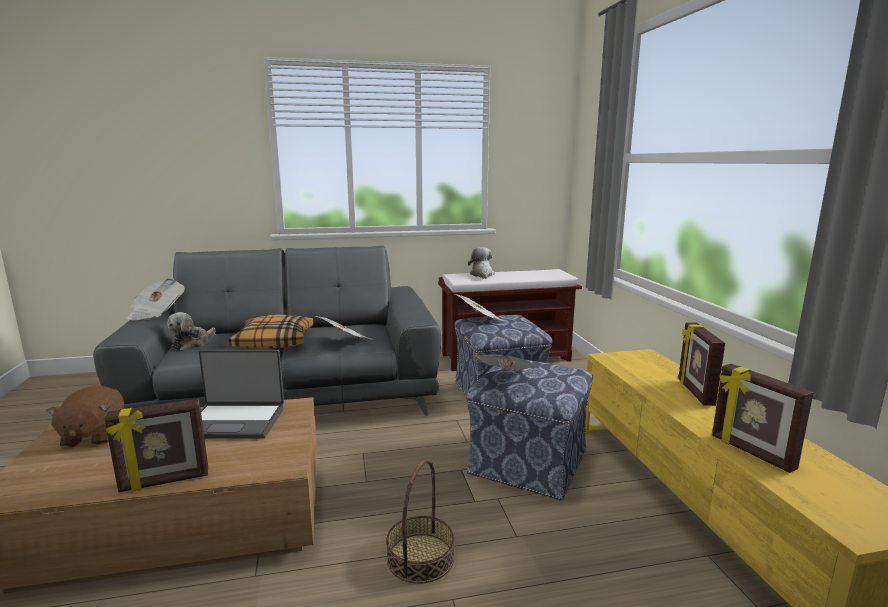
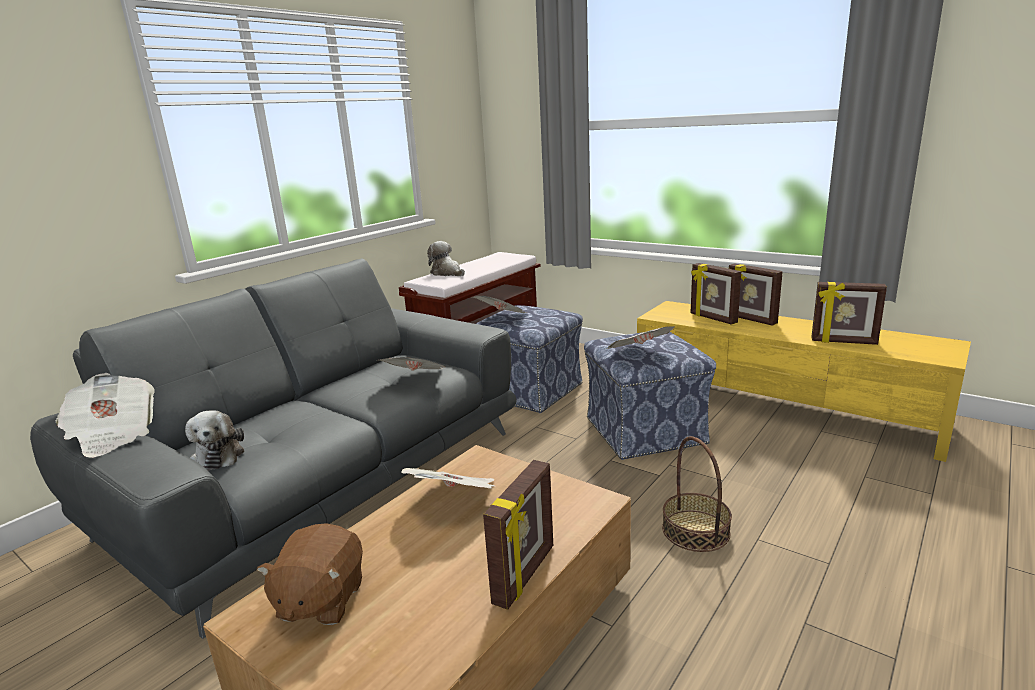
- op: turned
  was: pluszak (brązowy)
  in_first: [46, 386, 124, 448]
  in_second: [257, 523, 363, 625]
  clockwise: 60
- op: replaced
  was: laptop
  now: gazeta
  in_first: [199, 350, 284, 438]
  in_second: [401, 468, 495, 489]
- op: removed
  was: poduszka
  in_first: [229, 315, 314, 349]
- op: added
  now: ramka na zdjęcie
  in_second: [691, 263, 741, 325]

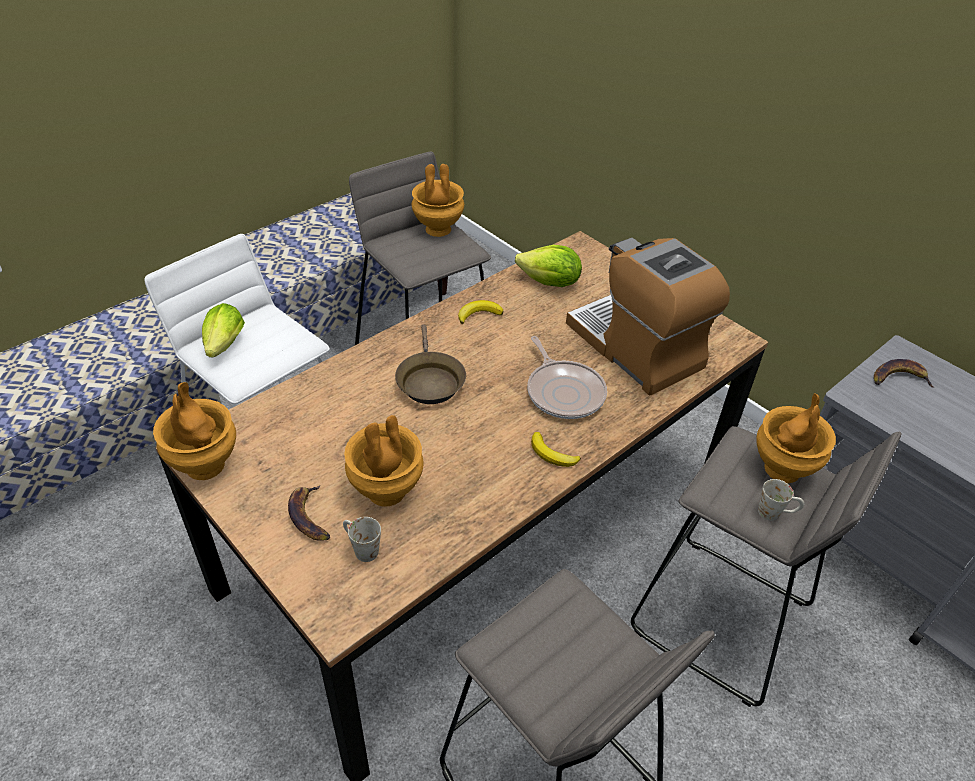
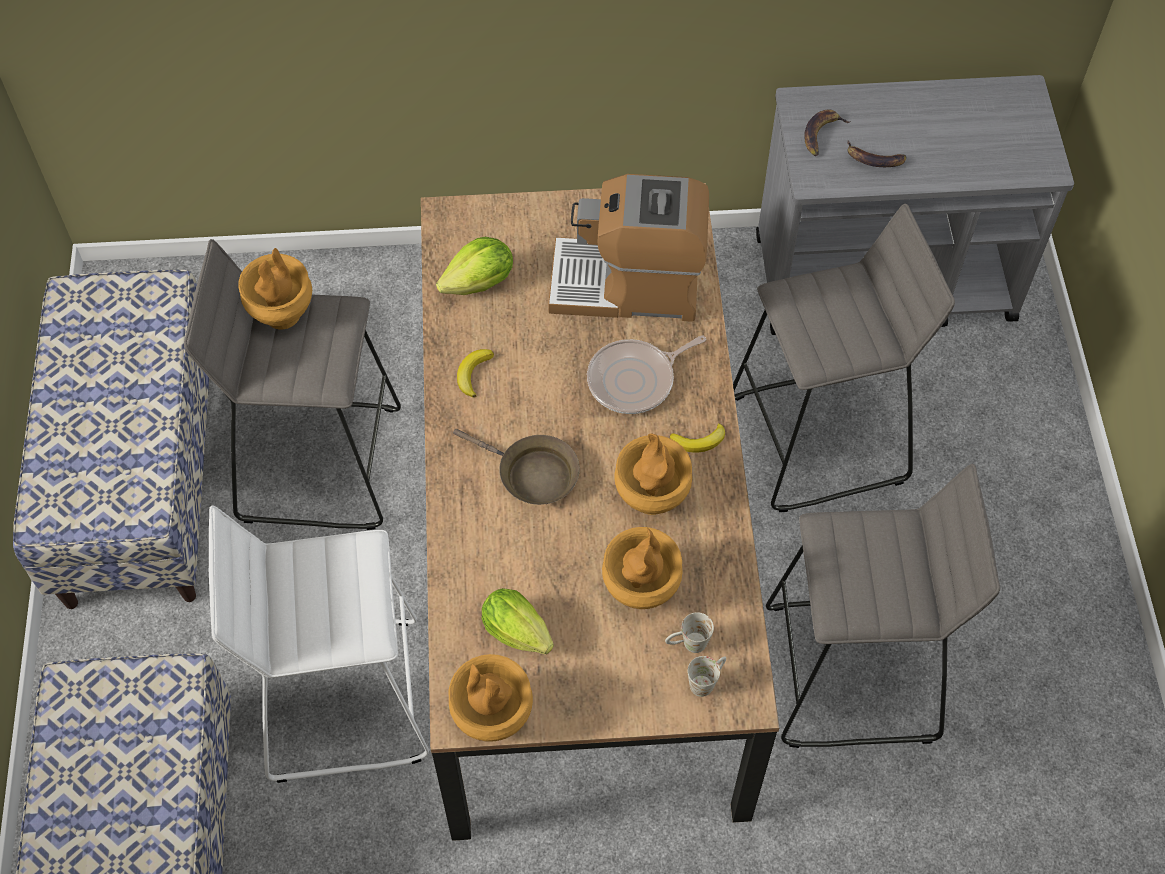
- op: moved
  was: sałata
  in_first: [202, 303, 245, 357]
  in_second: [482, 588, 554, 654]
- op: moved
  was: banan
  in_first: [288, 485, 330, 541]
  in_second: [847, 141, 906, 167]
- op: turned
  was: patelnia
  in_first: [527, 336, 607, 419]
  in_second: [587, 336, 706, 414]
  clockwise: 135
- op: moved
  was: wazon (brązowy)
  in_first: [756, 393, 836, 483]
  in_second: [614, 434, 692, 515]
- op: moved
  was: kubek (biały)
  in_first: [758, 479, 804, 521]
  in_second: [687, 656, 726, 697]

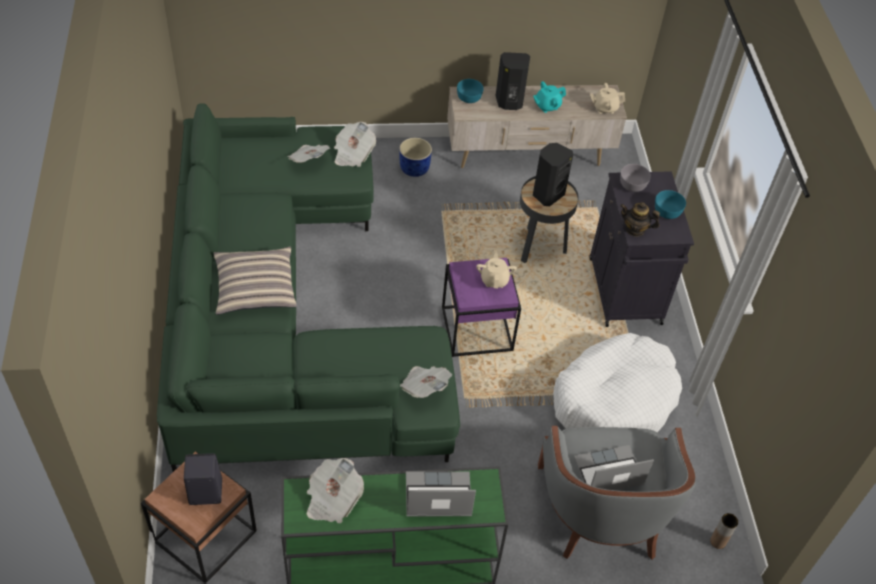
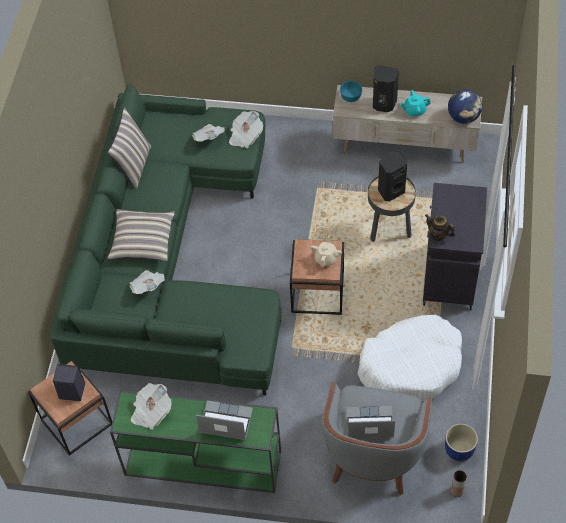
- op: moved
  was: donica (niebieski)
  in_first: [399, 138, 432, 177]
  in_second: [445, 423, 478, 461]
- op: moved
  was: gazeta
  in_first: [400, 366, 452, 398]
  in_second: [129, 270, 165, 294]
- op: recoloured
  was: stolik (fioletowy)
  now: stolik (brązowy)
  in_first: [442, 258, 521, 357]
  in_second: [290, 239, 344, 315]
- op: replaced
  was: imbryk (beżowy)
  now: globus
  in_first: [590, 83, 625, 114]
  in_second: [448, 89, 482, 124]
- op: removed
  was: miska (szary)
  in_first: [620, 164, 651, 192]
- op: removed
  was: miska (turkusowy)
  in_first: [655, 190, 686, 219]
- op: added
  now: poduszka
  in_second: [108, 107, 151, 189]

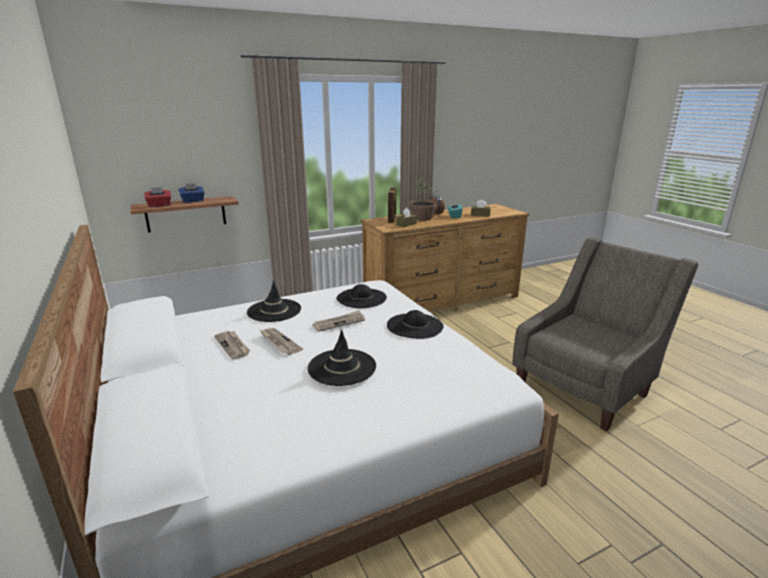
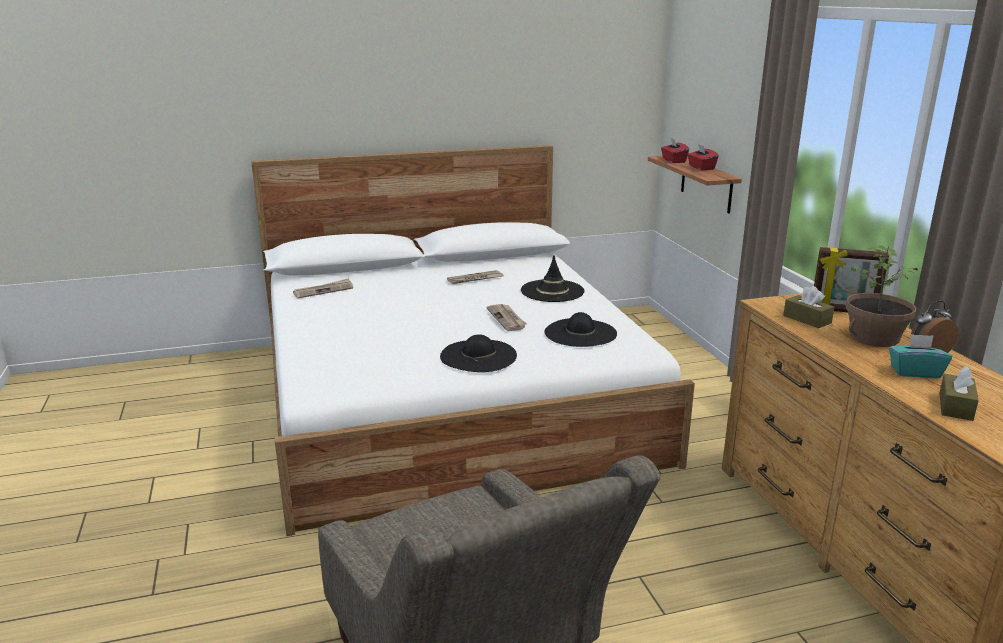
- op: recoloured
  was: pudełko chusteczek (niebieski)
  now: pudełko chusteczek (czerwony)
  in_first: [178, 183, 205, 203]
  in_second: [688, 144, 719, 170]
- op: moved
  was: gazeta
  in_first: [260, 328, 303, 355]
  in_second: [293, 278, 353, 298]
- op: removed
  was: kapelusz (czarny)
  in_first: [308, 329, 376, 386]

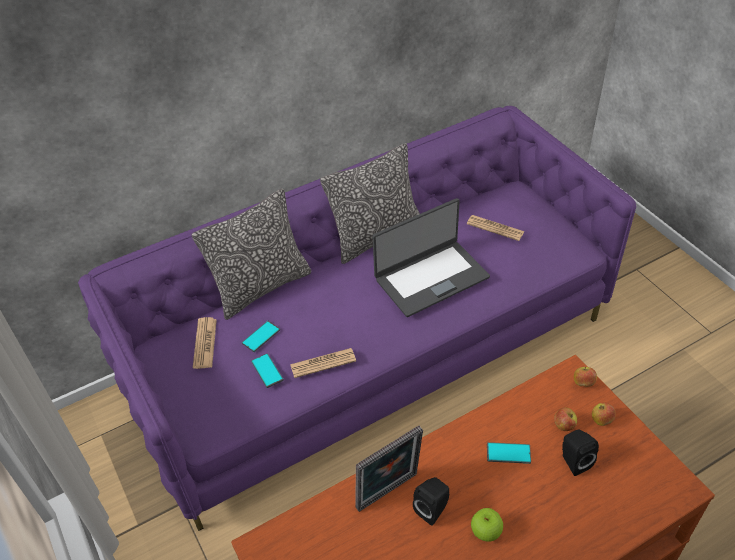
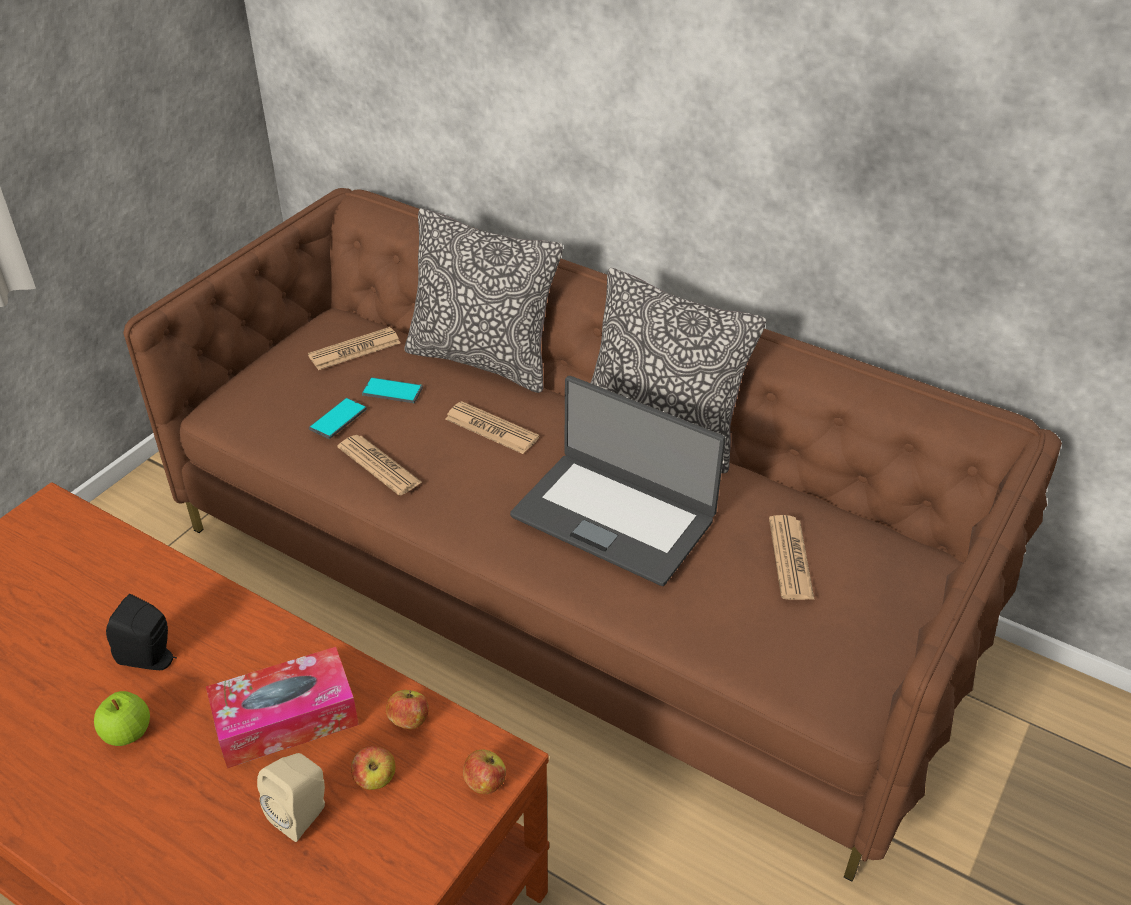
- op: recoloured
  was: kanapa (fioletowy)
  now: kanapa (brązowy)
  in_first: [78, 106, 636, 531]
  in_second: [123, 188, 1062, 882]
- op: removed
  was: ramka na zdjęcie
  in_first: [355, 426, 423, 512]
- op: replaced
  was: telefon
  now: pudełko chusteczek
  in_first: [487, 442, 531, 464]
  in_second: [206, 647, 359, 768]
- op: recoloured
  was: głośnik (czarny)
  now: głośnik (beżowy)
  in_first: [562, 429, 599, 476]
  in_second: [257, 753, 325, 842]
- op: moved
  was: jabłko
  in_first: [592, 403, 616, 426]
  in_second: [386, 690, 429, 729]
- op: added
  now: gazeta
  in_second: [445, 401, 539, 454]

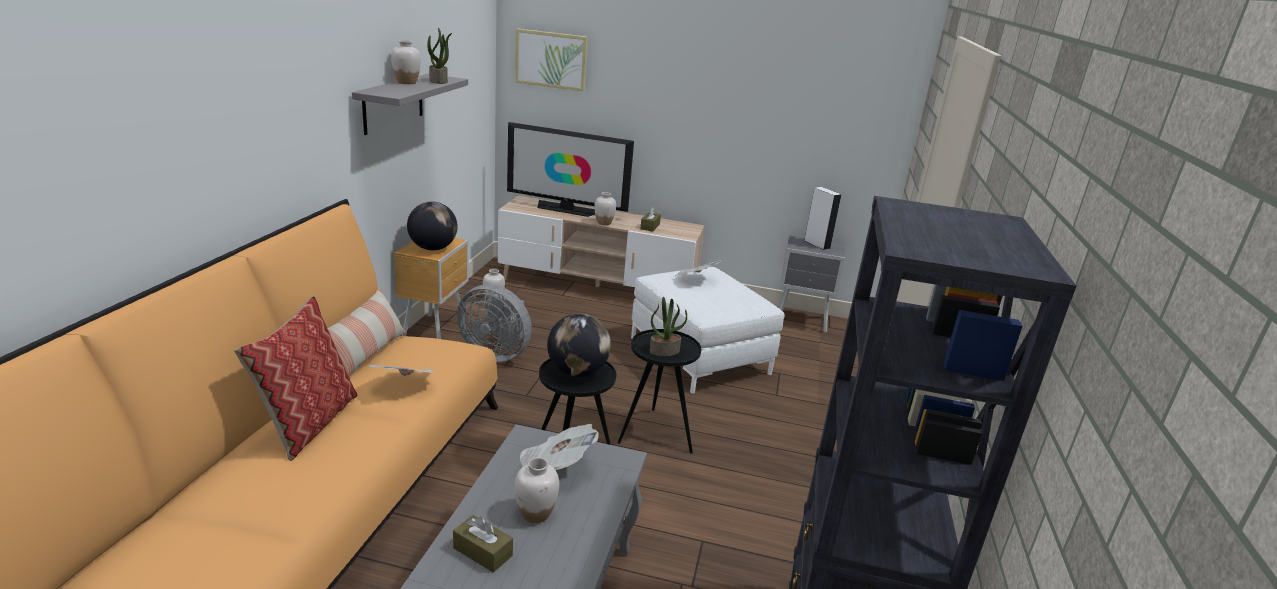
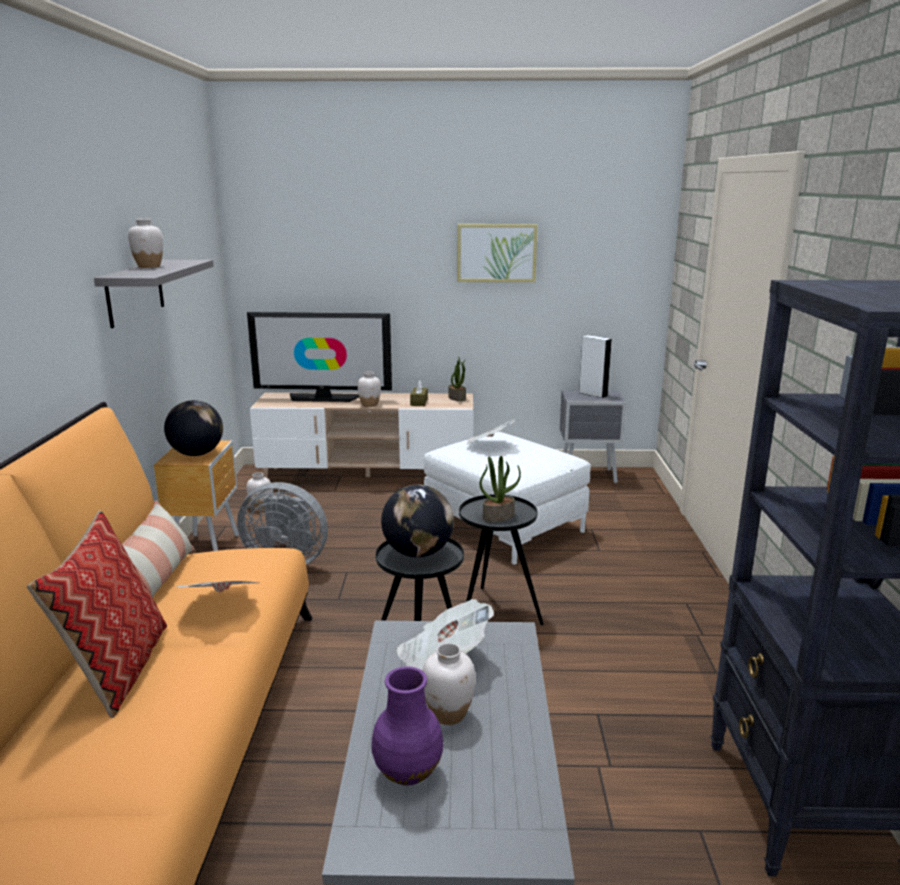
- op: moved
  was: roślina doniczkowa
  in_first: [427, 28, 452, 84]
  in_second: [448, 357, 467, 401]
- op: replaced
  was: pudełko chusteczek (brązowy)
  now: wazon (fioletowy)
  in_first: [453, 515, 513, 572]
  in_second: [371, 666, 443, 786]
- op: moved
  was: obraz
  in_first: [515, 28, 588, 91]
  in_second: [457, 224, 538, 282]

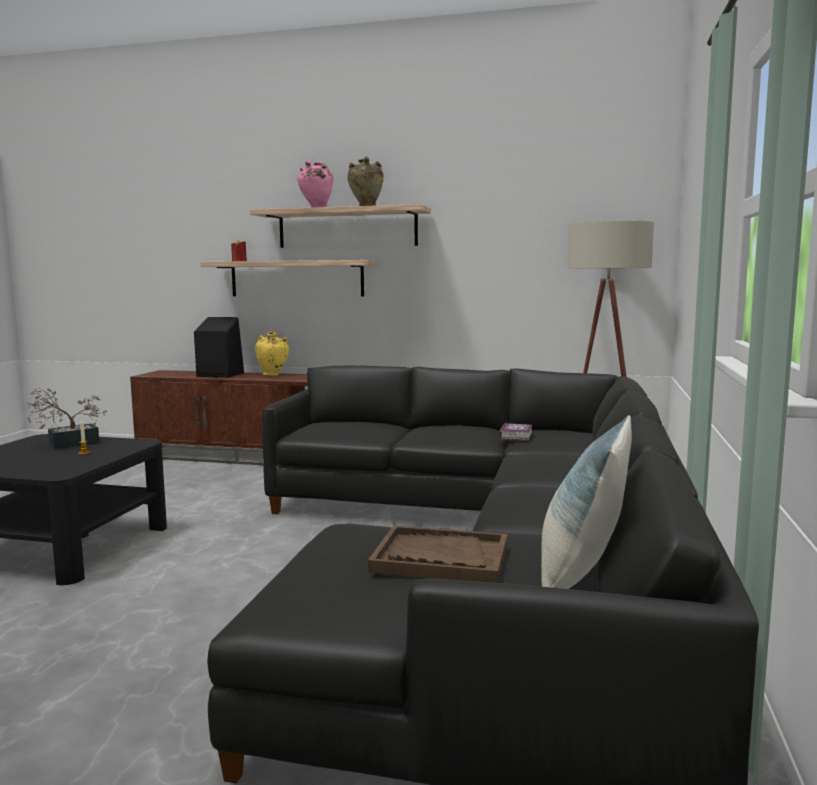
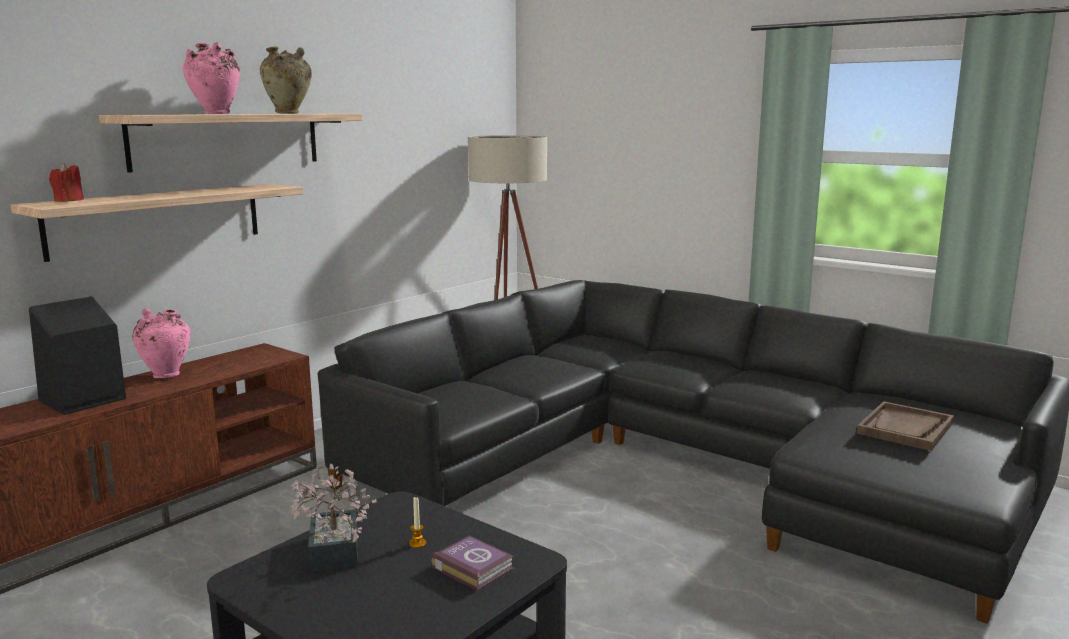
- op: recoloured
  was: wazon (żółty)
  now: wazon (różowy)
  in_first: [255, 332, 289, 376]
  in_second: [132, 308, 191, 378]
- op: moved
  was: książka
  in_first: [499, 423, 533, 441]
  in_second: [432, 536, 514, 591]
- op: removed
  was: poduszka
  in_first: [541, 415, 632, 589]

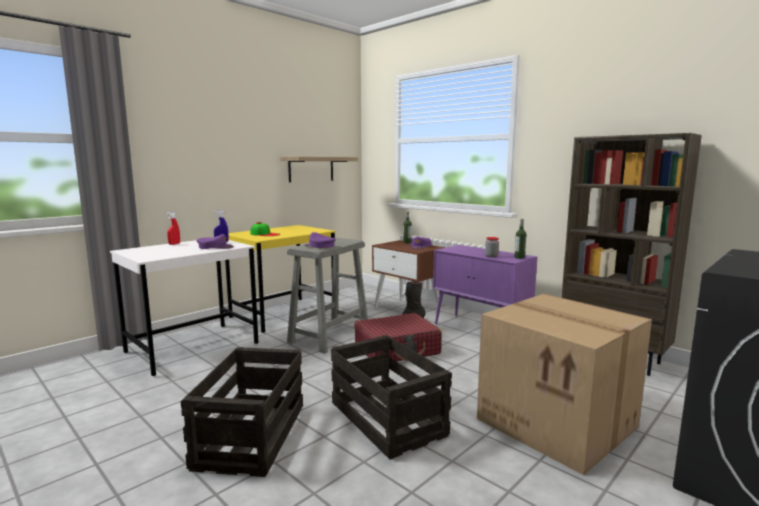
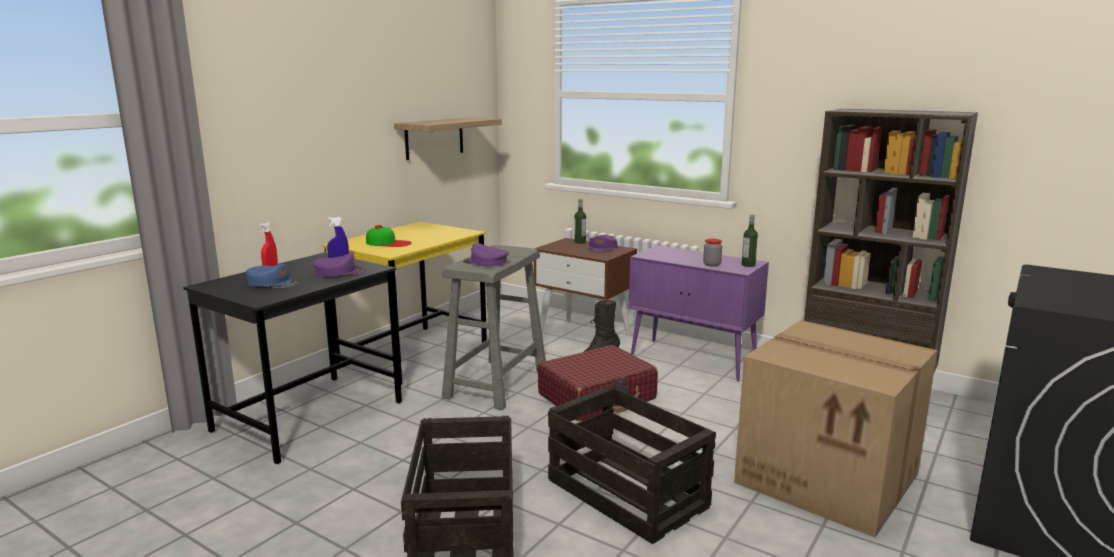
- op: recoloured
  was: biurko (biały)
  now: biurko (czarny)
  in_first: [110, 240, 259, 376]
  in_second: [183, 253, 402, 464]
- op: added
  now: czapka z daszkiem (niebieski)
  in_second: [246, 264, 299, 288]

